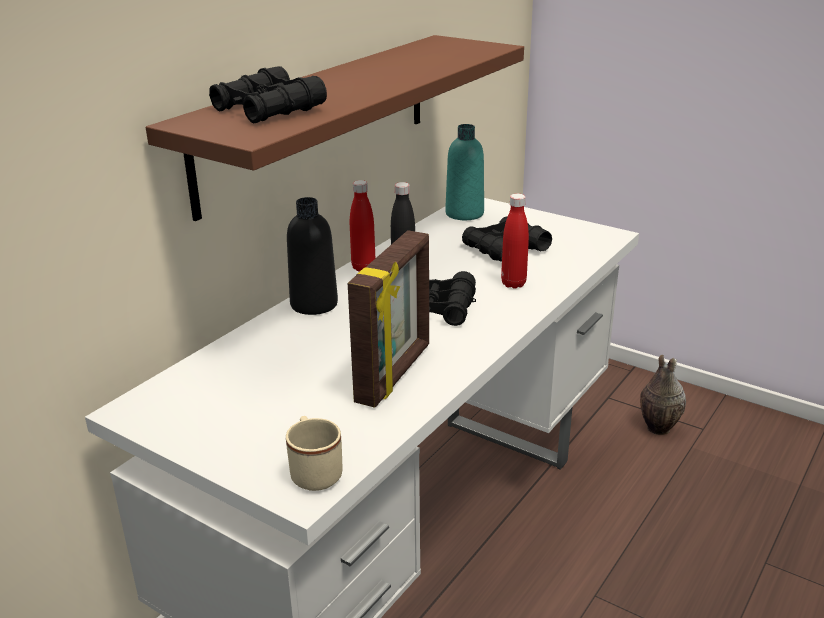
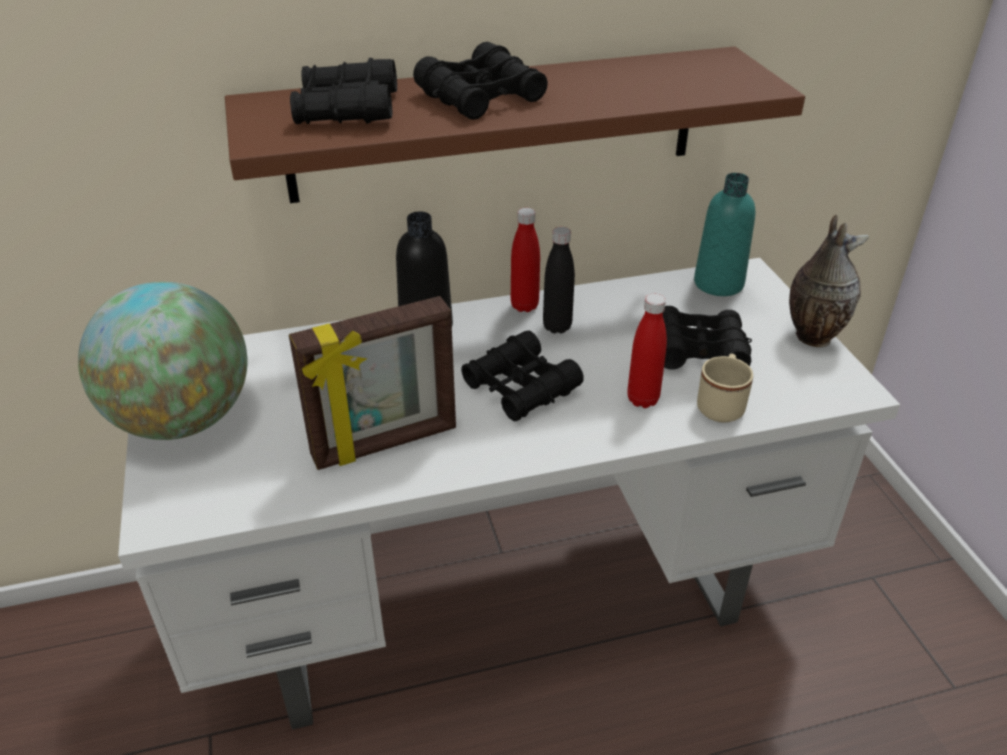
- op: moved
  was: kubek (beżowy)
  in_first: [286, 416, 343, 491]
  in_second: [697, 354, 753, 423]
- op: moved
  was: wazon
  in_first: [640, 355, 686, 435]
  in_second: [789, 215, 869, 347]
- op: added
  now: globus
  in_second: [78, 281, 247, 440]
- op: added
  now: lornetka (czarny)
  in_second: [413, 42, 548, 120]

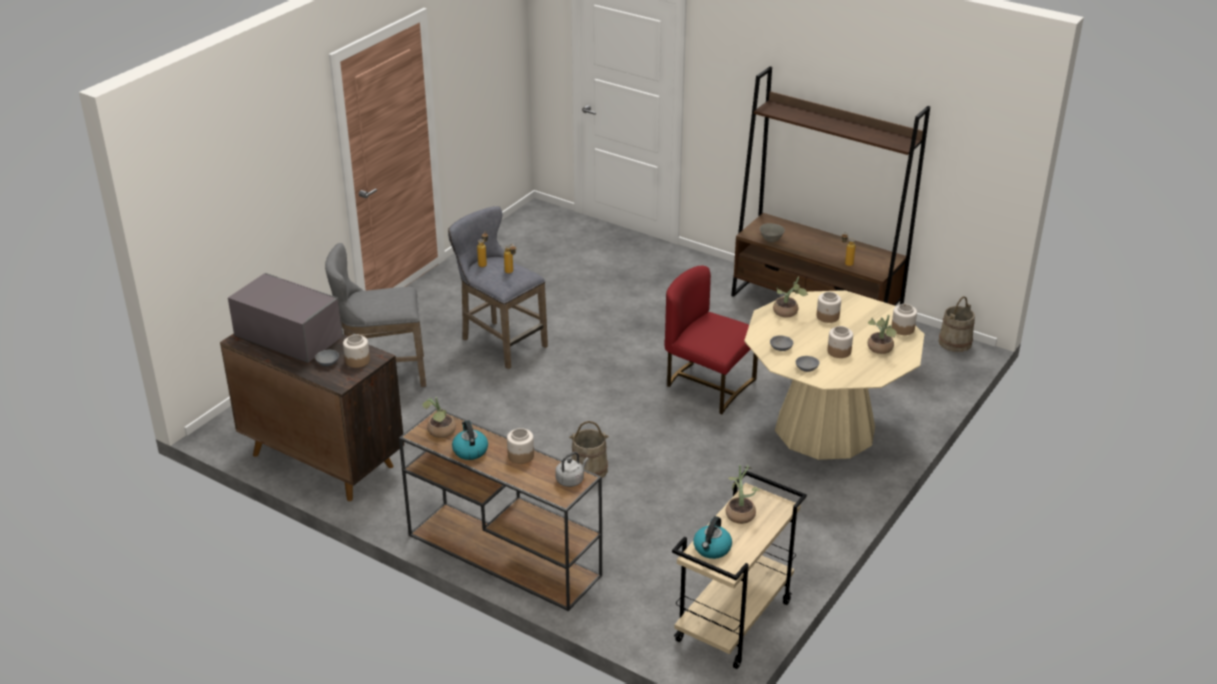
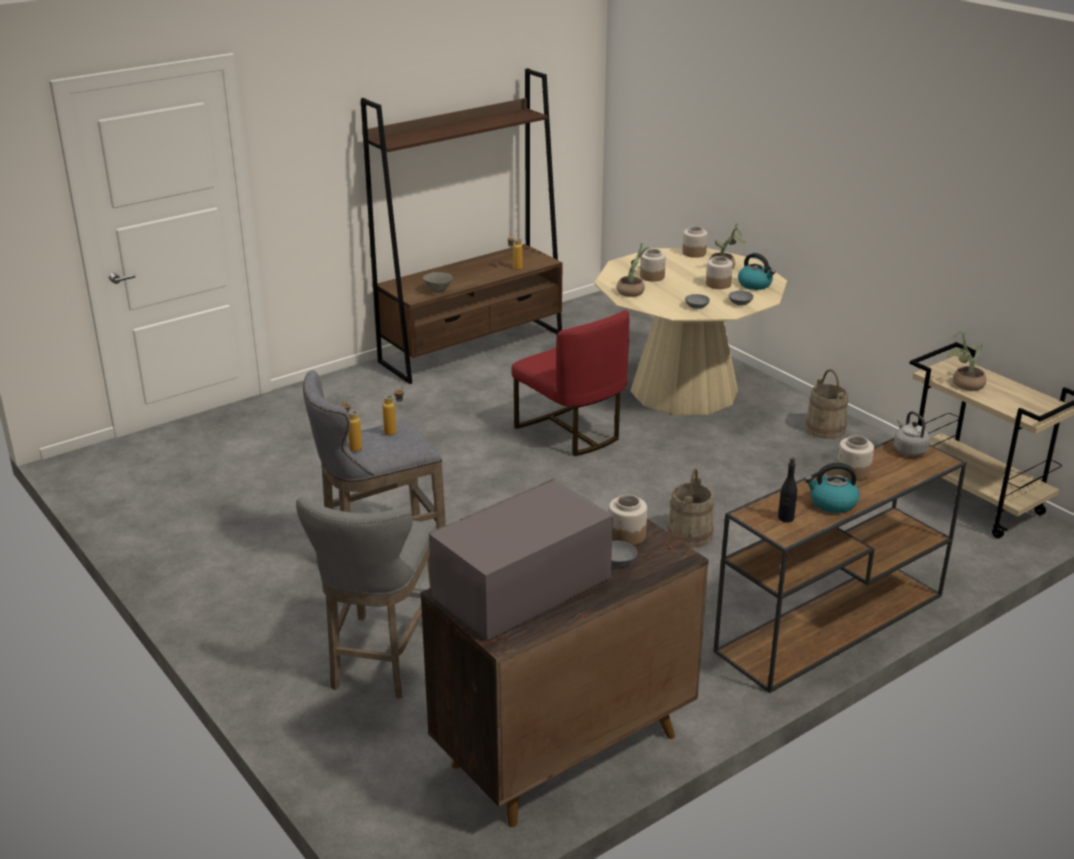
- op: replaced
  was: roślina doniczkowa
  now: butelka (czarny)
  in_first: [422, 397, 456, 438]
  in_second: [778, 457, 797, 522]
- op: turned
  was: krzesło (czerwony)
  in_first: [665, 266, 758, 414]
  in_second: [511, 310, 629, 456]
  clockwise: -90
- op: moved
  was: czajnik
  in_first: [693, 516, 732, 559]
  in_second: [738, 253, 776, 290]
- op: moved
  was: wiadro (beżowy)
  in_first: [939, 296, 975, 352]
  in_second: [805, 369, 848, 439]

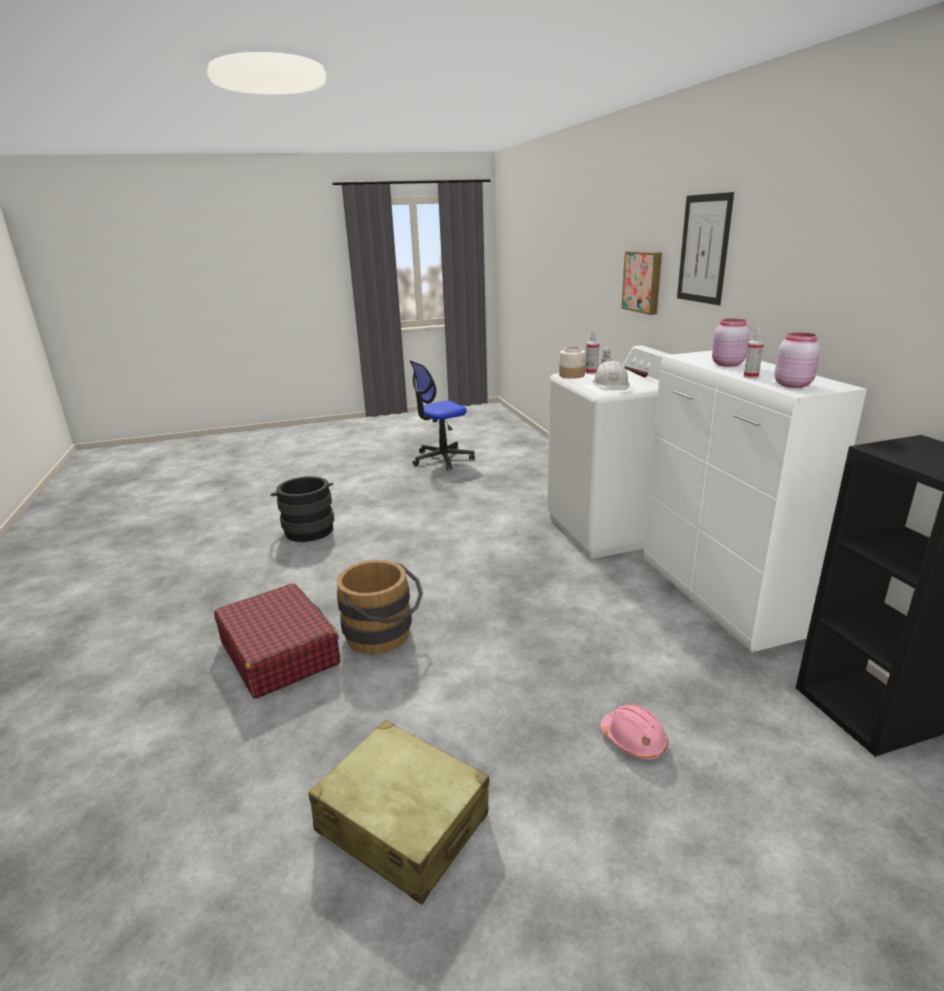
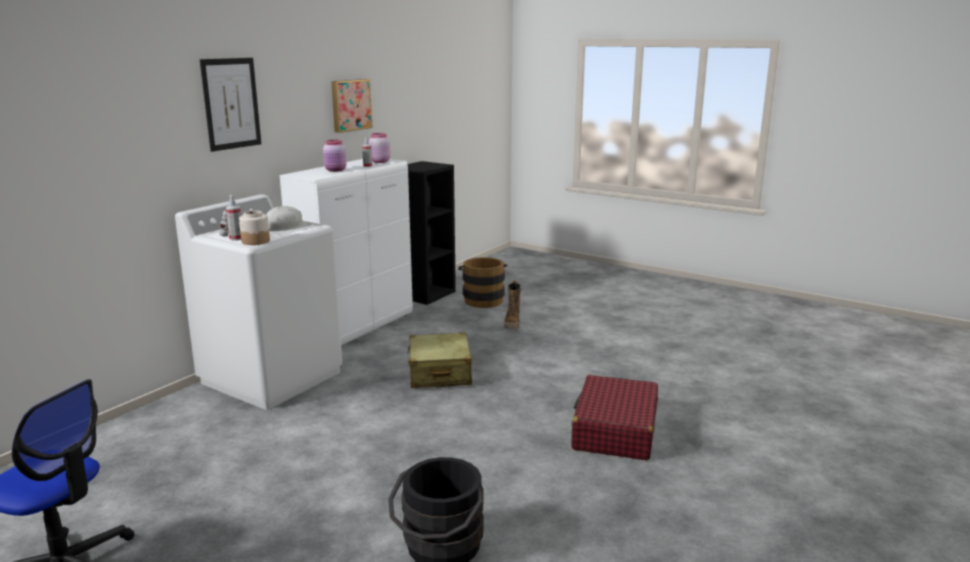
- op: moved
  was: walizka (beżowy)
  in_first: [308, 720, 489, 905]
  in_second: [407, 332, 472, 388]
- op: moved
  was: wiadro (brązowy)
  in_first: [337, 560, 423, 654]
  in_second: [458, 257, 508, 308]
- op: replaced
  was: kask (różowy)
  now: but z cholewką
  in_first: [600, 704, 668, 759]
  in_second: [504, 280, 522, 329]
- op: moved
  was: obraz
  in_first: [622, 251, 662, 315]
  in_second: [331, 79, 373, 133]

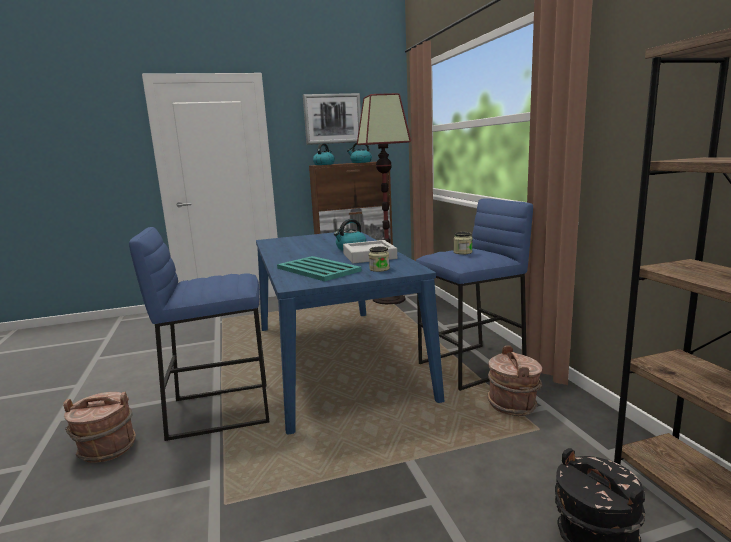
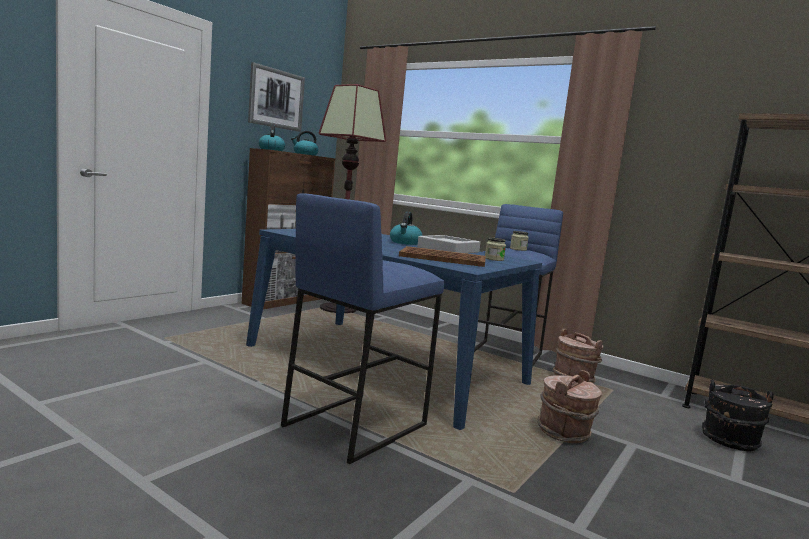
- op: moved
  was: wiadro (brązowy)
  in_first: [63, 392, 136, 463]
  in_second: [537, 370, 602, 443]
- op: recoloured
  was: taca (turkusowy)
  now: taca (brązowy)
  in_first: [277, 256, 361, 282]
  in_second: [399, 246, 486, 267]

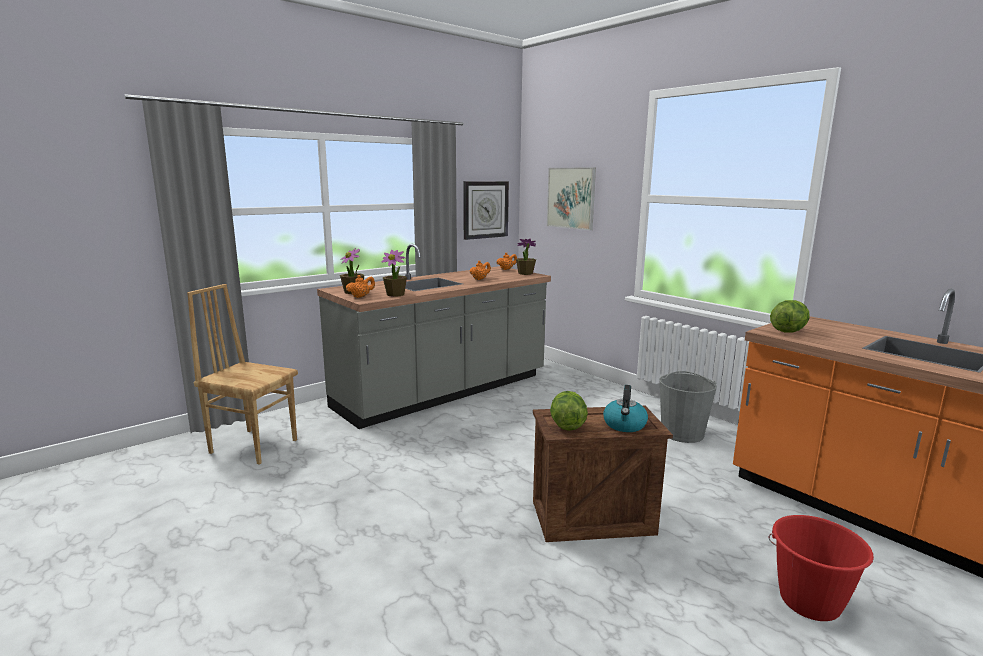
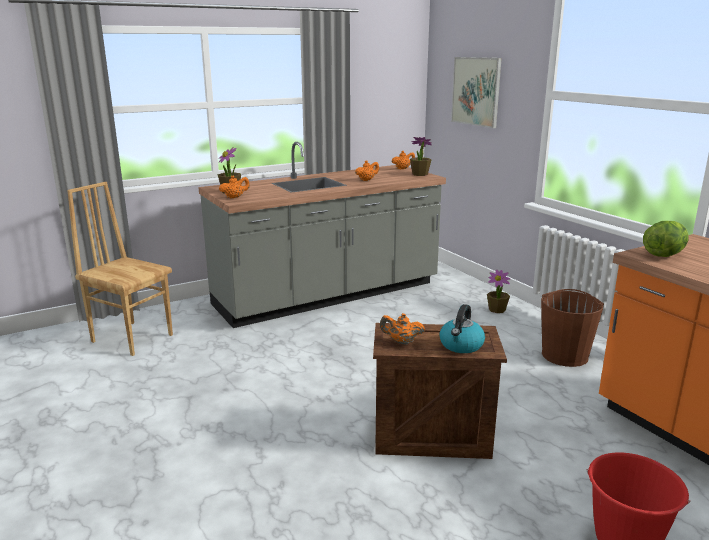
- op: moved
  was: roślina doniczkowa
  in_first: [381, 250, 407, 297]
  in_second: [487, 270, 510, 313]
- op: removed
  was: zegar ścienny
  in_first: [463, 181, 509, 240]
- op: replaced
  was: sałata
  now: imbryk (pomarańczowy)
  in_first: [550, 391, 588, 431]
  in_second: [380, 313, 425, 344]
- op: recoloured
  was: wiadro (szary)
  now: wiadro (brązowy)
  in_first: [660, 371, 717, 443]
  in_second: [541, 289, 604, 367]

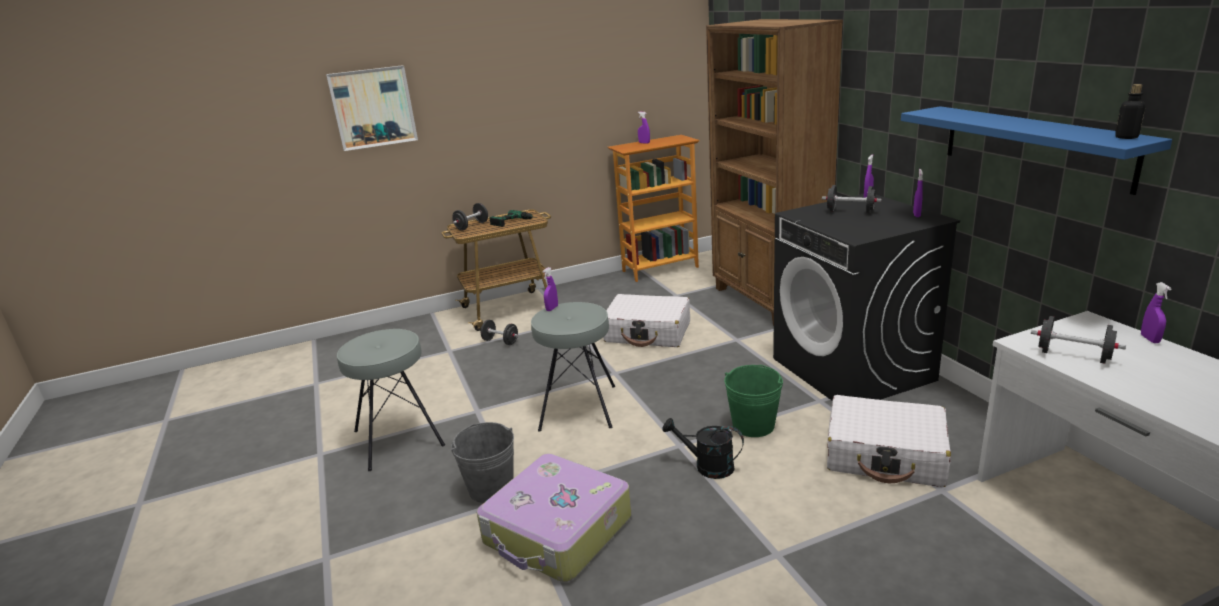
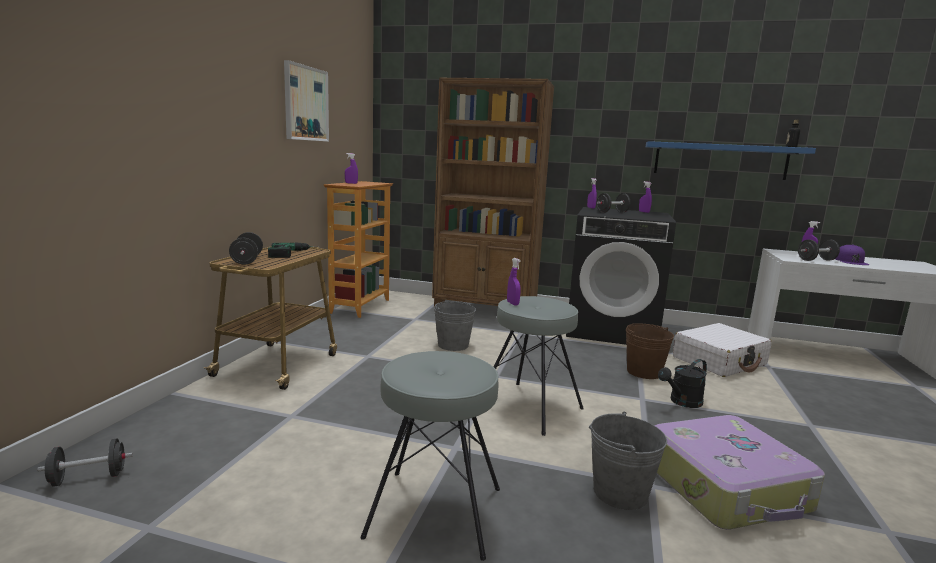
- op: moved
  was: obraz
  in_first: [326, 65, 418, 151]
  in_second: [284, 60, 329, 142]
- op: moved
  was: hantel (czarny)
  in_first: [480, 320, 518, 345]
  in_second: [37, 438, 133, 487]
- op: replaced
  was: walizka (biały)
  now: wiadro (szary)
  in_first: [603, 294, 690, 347]
  in_second: [434, 301, 476, 351]
- op: recoloured
  was: wiadro (zielony)
  now: wiadro (brązowy)
  in_first: [724, 365, 783, 437]
  in_second: [626, 323, 674, 379]
- op: added
  now: czapka z daszkiem (fioletowy)
  in_second: [835, 244, 869, 265]

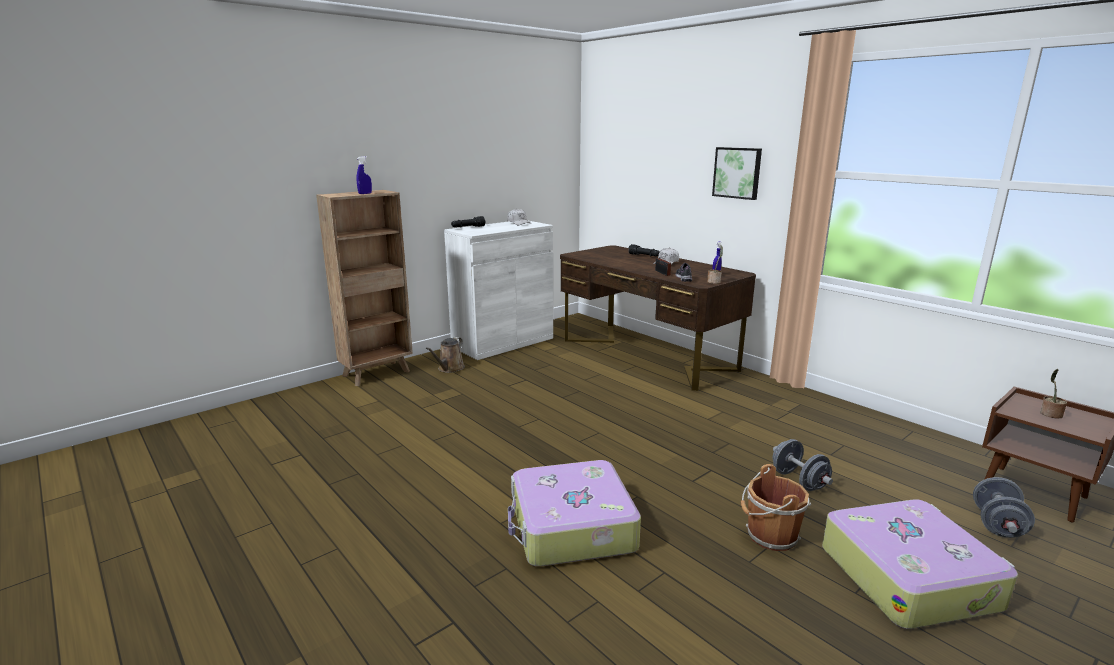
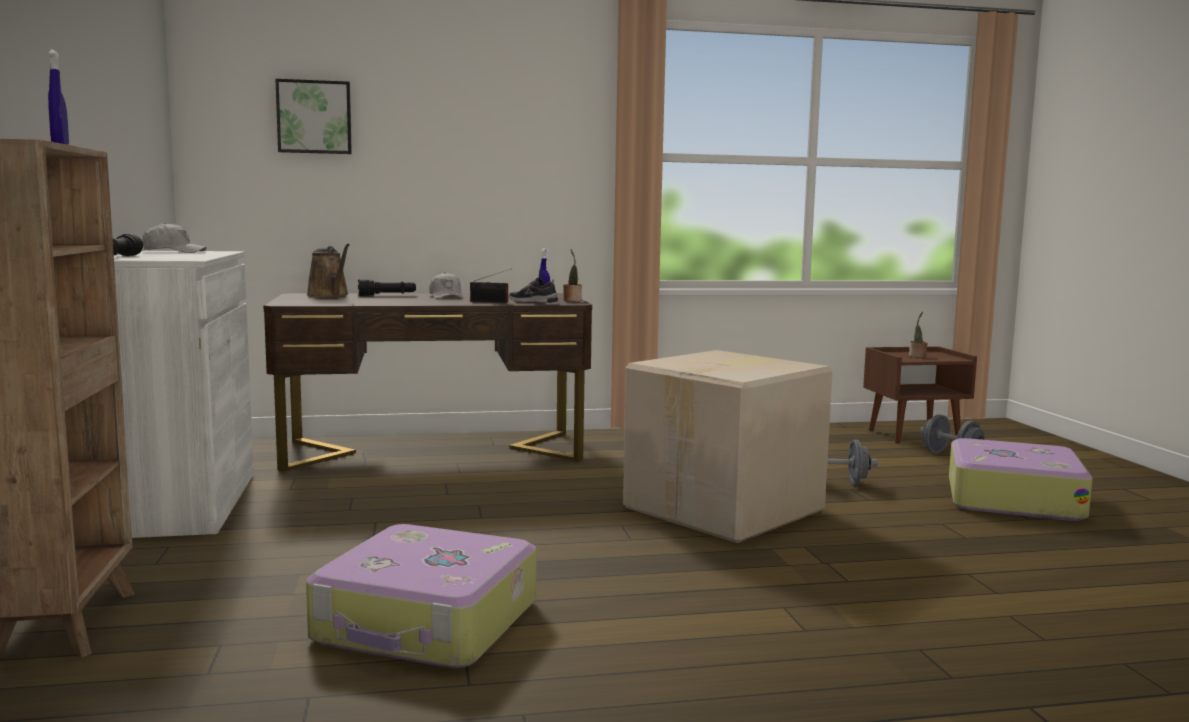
- op: moved
  was: konewka (brązowy)
  in_first: [426, 337, 465, 373]
  in_second: [306, 244, 350, 297]
- op: moved
  was: walizka
  in_first: [508, 460, 641, 566]
  in_second: [306, 524, 537, 669]
- op: moved
  was: obraz
  in_first: [712, 147, 762, 200]
  in_second: [275, 79, 352, 154]
- op: removed
  was: wiadro (brązowy)
  in_first: [741, 464, 811, 551]
- op: added
  now: karton
  in_second: [623, 350, 833, 543]

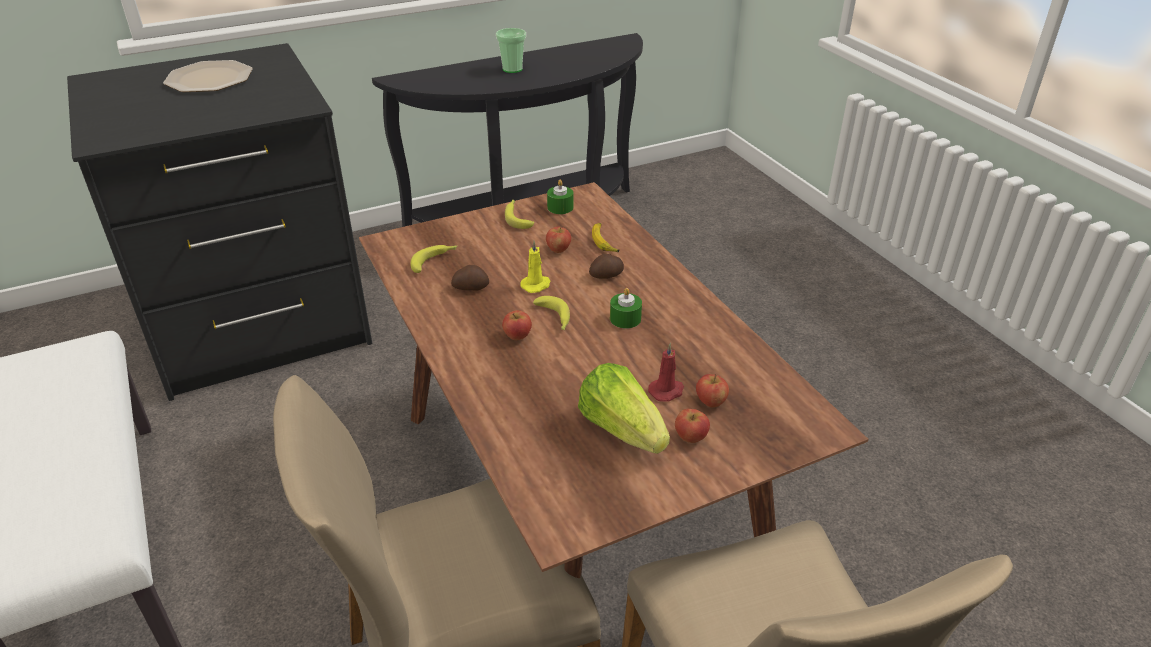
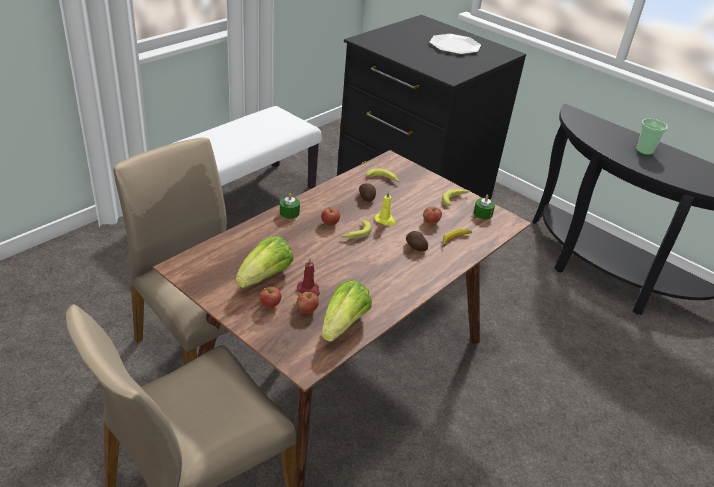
- op: moved
  was: świeca (zielony)
  in_first: [610, 288, 642, 329]
  in_second: [280, 193, 300, 219]
- op: added
  now: sałata
  in_second: [322, 280, 372, 342]

